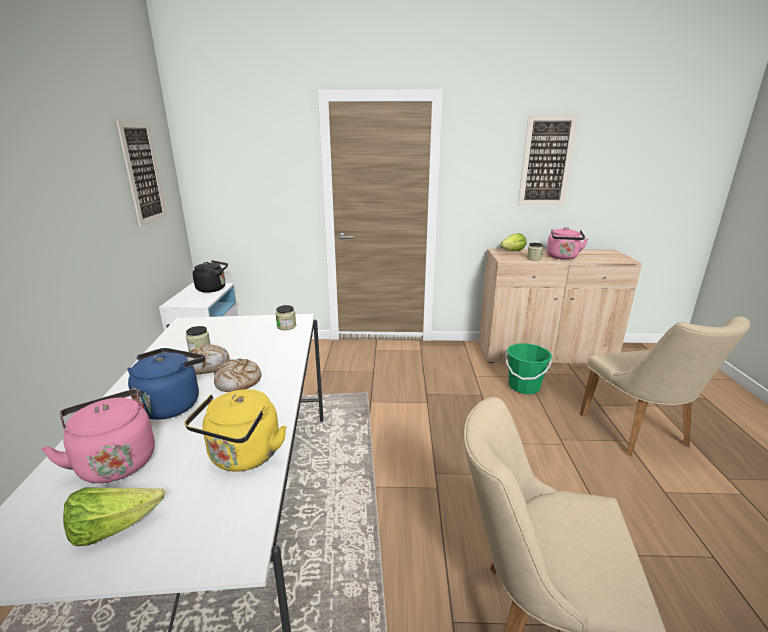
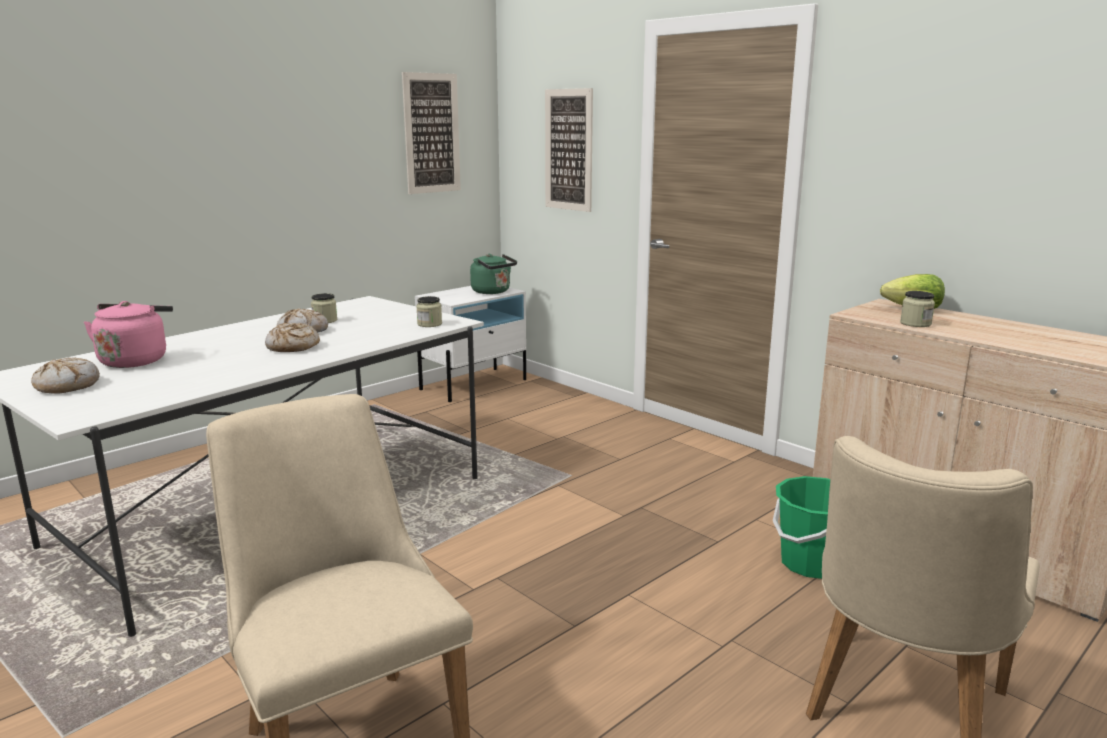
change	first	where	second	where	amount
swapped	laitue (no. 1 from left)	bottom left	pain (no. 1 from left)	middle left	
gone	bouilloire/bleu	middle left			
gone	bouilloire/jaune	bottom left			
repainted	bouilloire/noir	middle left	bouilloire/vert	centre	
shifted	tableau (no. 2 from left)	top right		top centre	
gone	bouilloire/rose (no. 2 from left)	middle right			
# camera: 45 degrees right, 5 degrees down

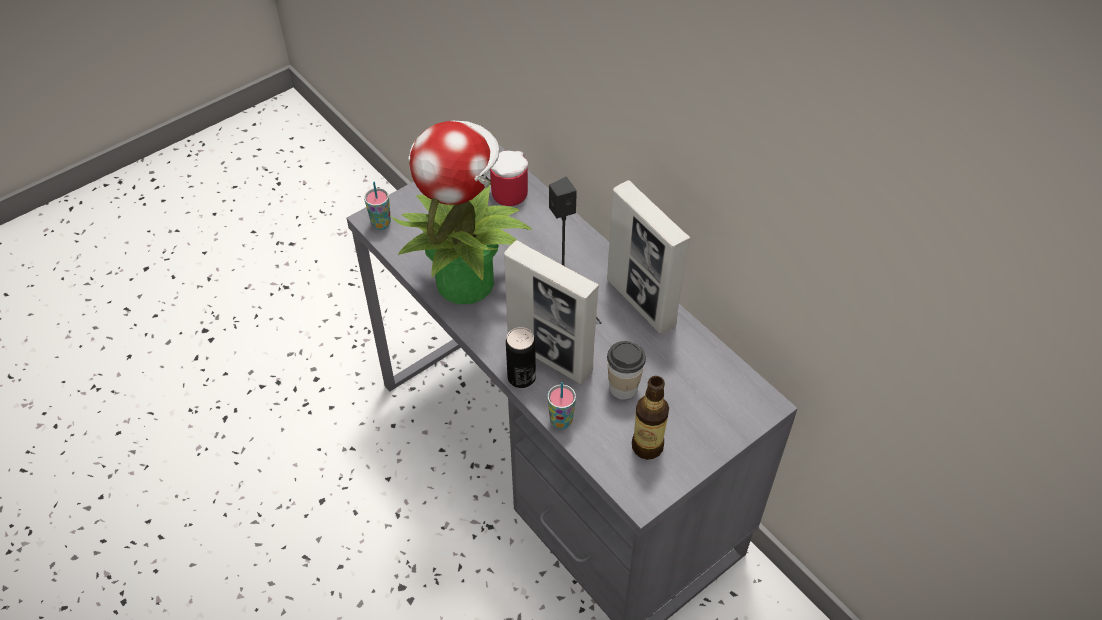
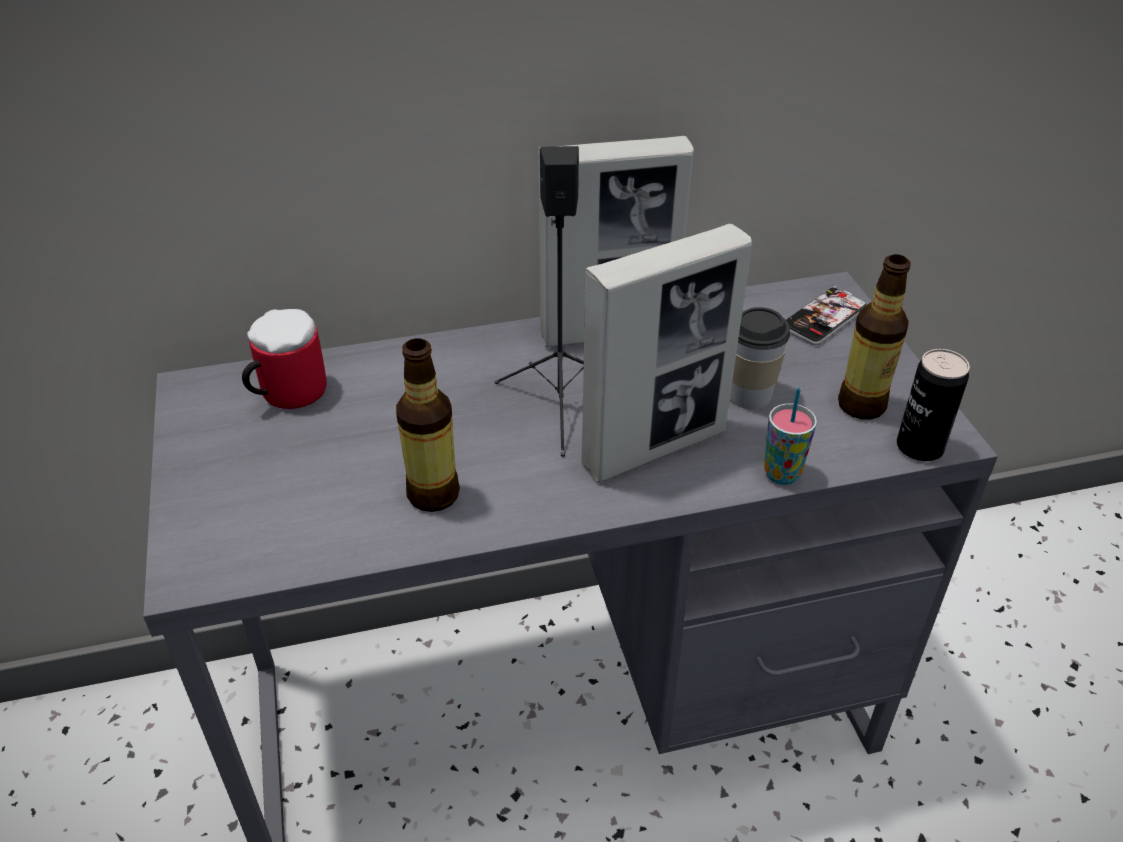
change	first	where	second	where	amount
gone	tasse (no. 1 from left)	top centre			
swapped	plante en pot	centre	bouteille (no. 1 from left)	centre	
shifted	boîte métallique	centre		middle right	
new			téléphone	middle right	
# camera: 65 degrees left, 10 degrees down

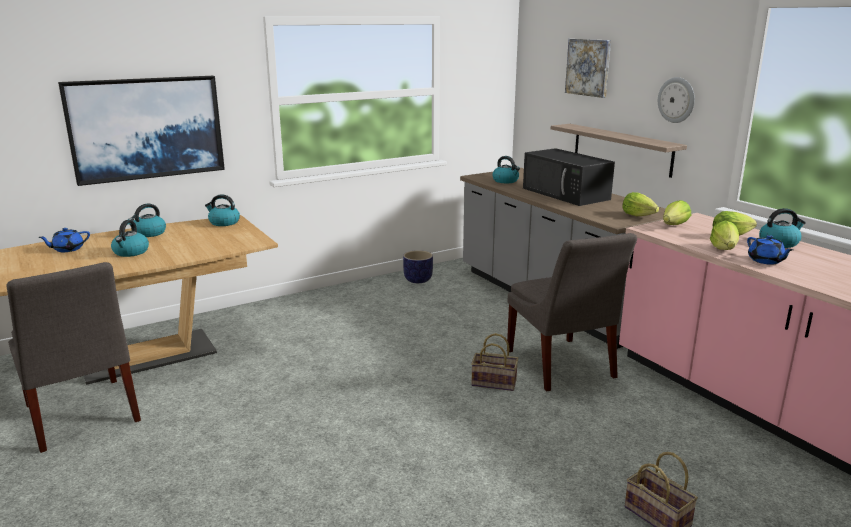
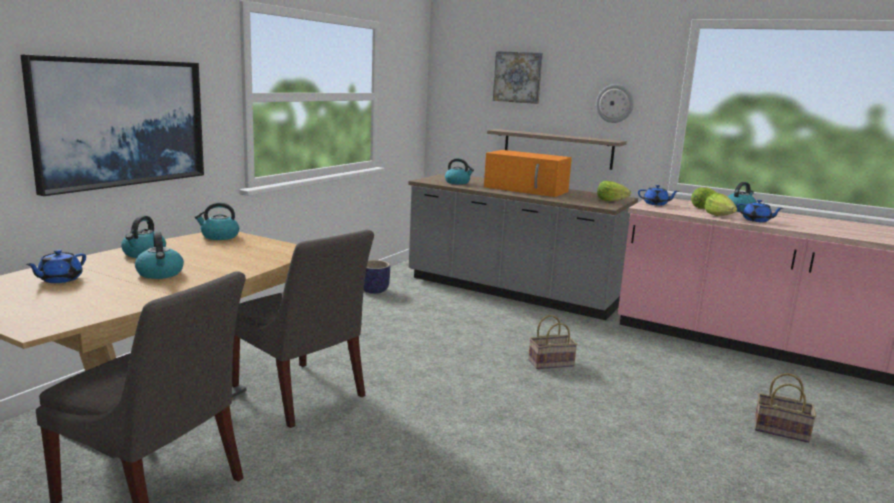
change	first	where	second	where	amount
shifted	chaise/gris (no. 2 from left)	middle right		centre	
repainted	micro-ondes/noir	middle right	micro-ondes/orange	centre	
swapped	laitue (no. 2 from left)	middle right	théière/bleu (no. 2 from left)	middle right	
# camera: 30 degrees left, 5 degrees down

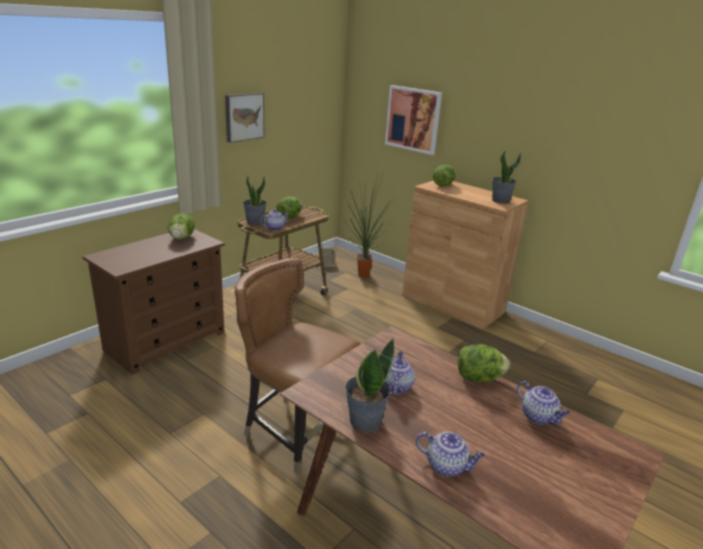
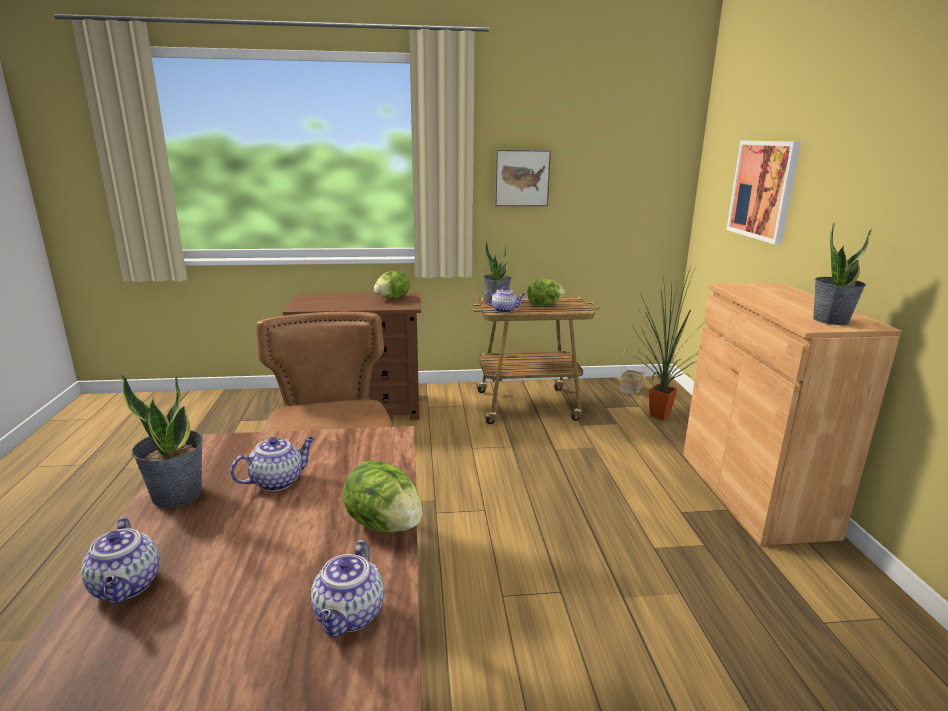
change	first	where	second	where	amount
gone	laitue (no. 3 from left)	top centre			
# camera: 45 degrees right, 5 degrees down

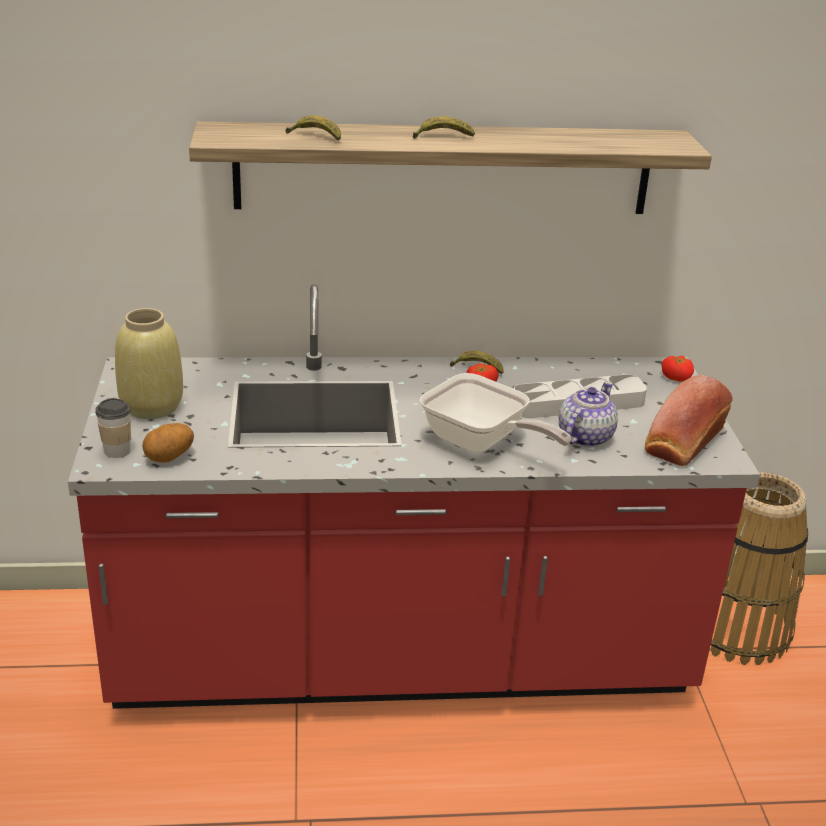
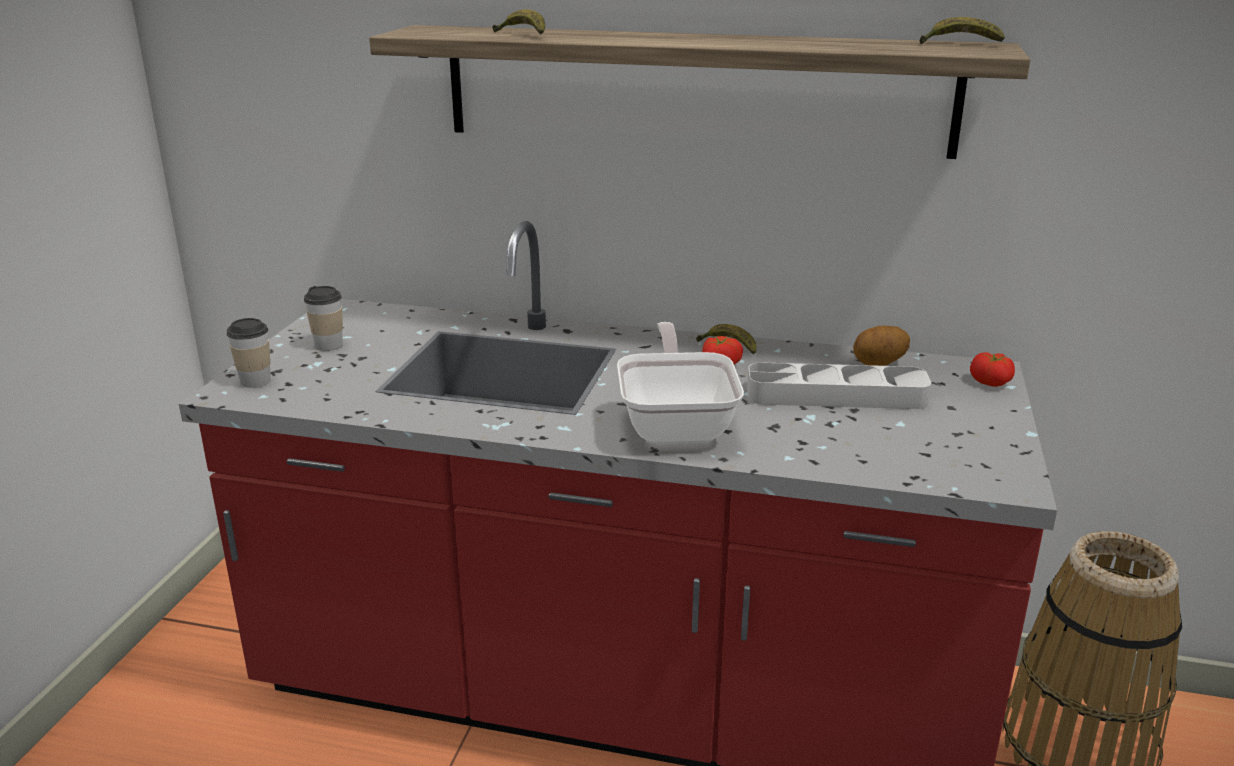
change	first	where	second	where	amount
swapped	vase/beige	middle left	tasse (no. 2 from left)	middle left	
shifted	pomme de terre	middle left		middle right	
shifted	banane (no. 2 from left in the first image)	top centre	banane (no. 3 from left)	top right	
rotated	poêle	centre		centre	150 degrees counterclockwise
gone	théière	middle right			
gone	pain	middle right			
# camera: 20 degrees right, 5 degrees down

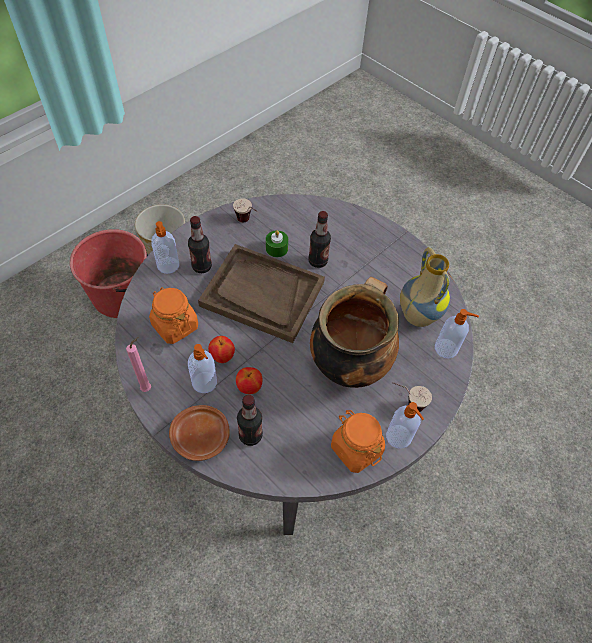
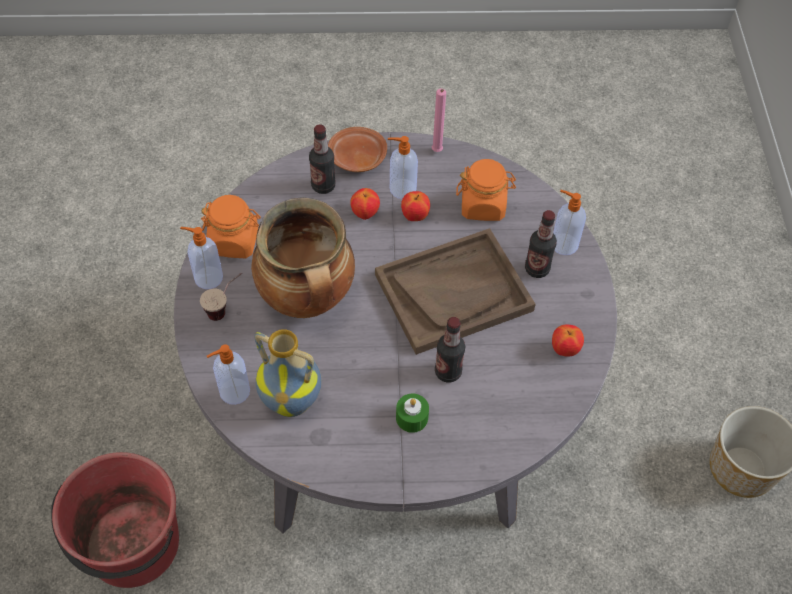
change	first	where	second	where	amount
shifted	seau/rouge	middle left		bottom left	
swapped	tasse (no. 1 from left)	top centre	pomme (no. 3 from left)	middle right	
shifted	bougie/vert	centre		bottom centre	
# camera: 135 degrees right, 0 degrees up

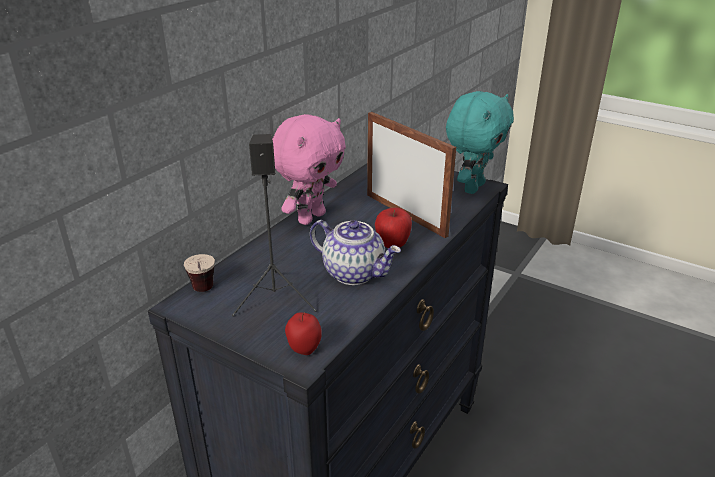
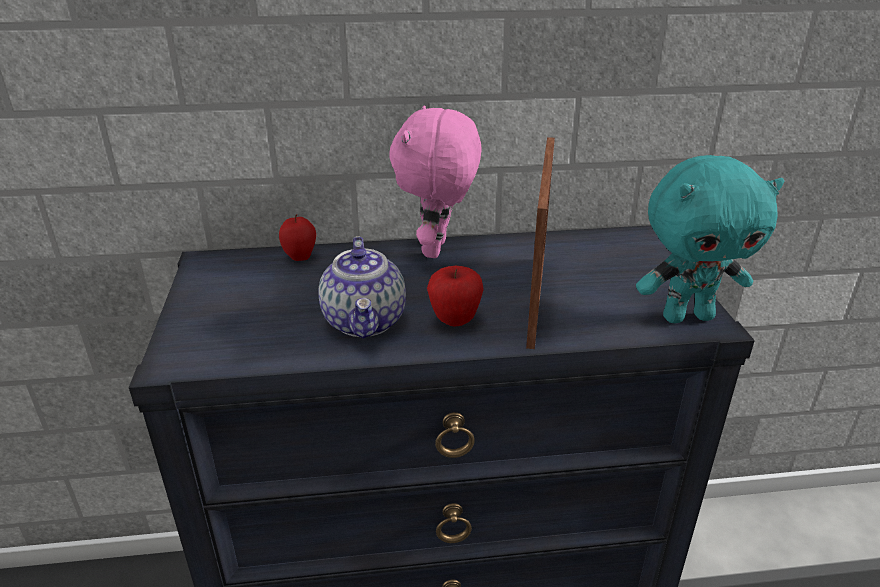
change	first	where	second	where	amount
gone	tasse	middle left			
gone	enceinte/noir	centre			
rotated	peluche/rose	centre		top centre	105 degrees clockwise
shifted	pomme (no. 1 from left)	bottom centre		centre	
# camera: 50 degrees right, 0 degrees up

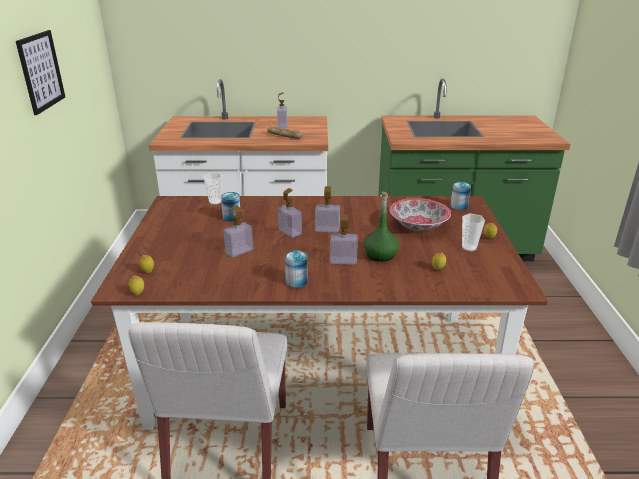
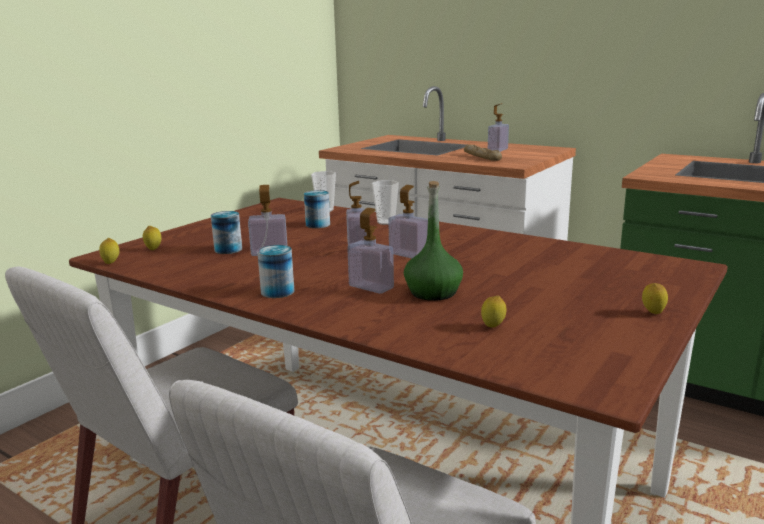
change	first	where	second	where	amount
gone	tableau	top left			
gone	bol	centre			
shifted	boîte métallique (no. 3 from left in the first image)	middle right	boîte métallique (no. 1 from left)	middle left	
shifted	tasse (no. 2 from left)	middle right		centre	
# camera: 35 degrees right, 10 degrees down

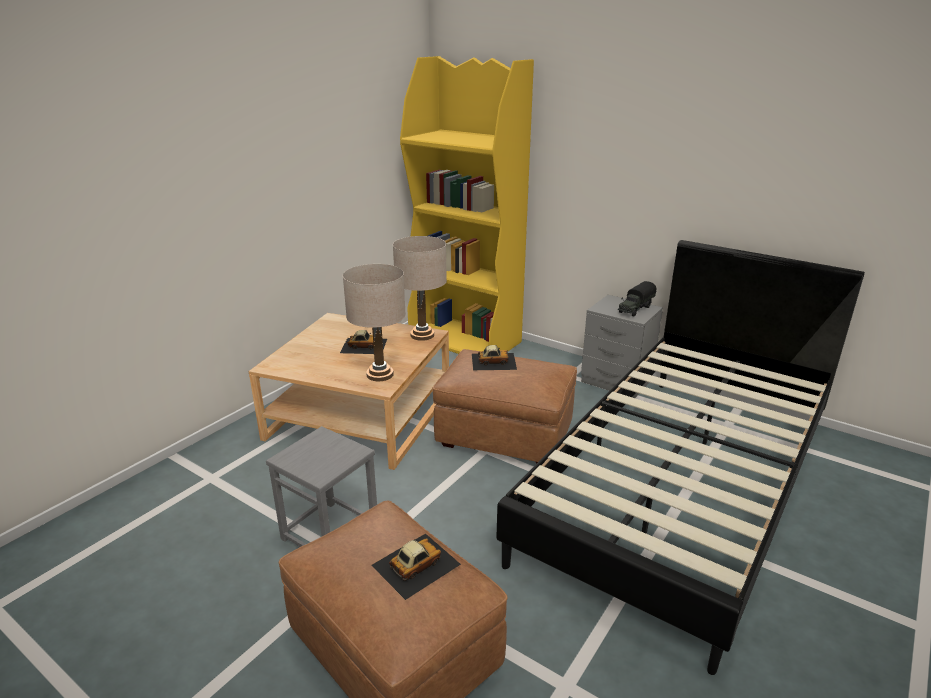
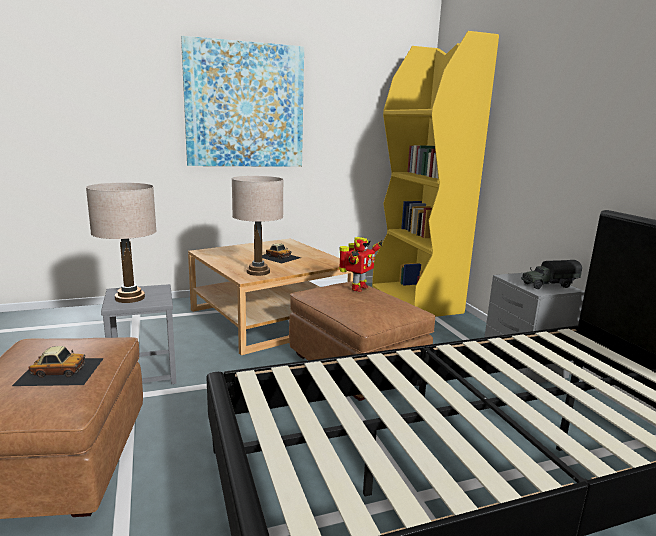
change	first	where	second	where	amount
shifted	lampe de table/beige (no. 2 from left in the first image)	centre	lampe de table/beige (no. 1 from left)	middle left	
swapped	petite voiture (no. 3 from left)	centre	robot jouet	centre	
new			tableau	top centre	
# camera: 35 degrees right, 10 degrees down

